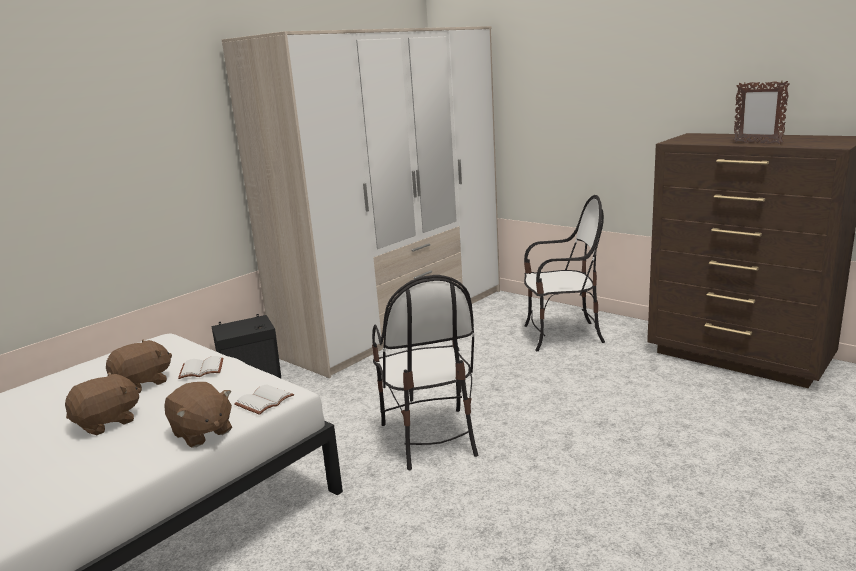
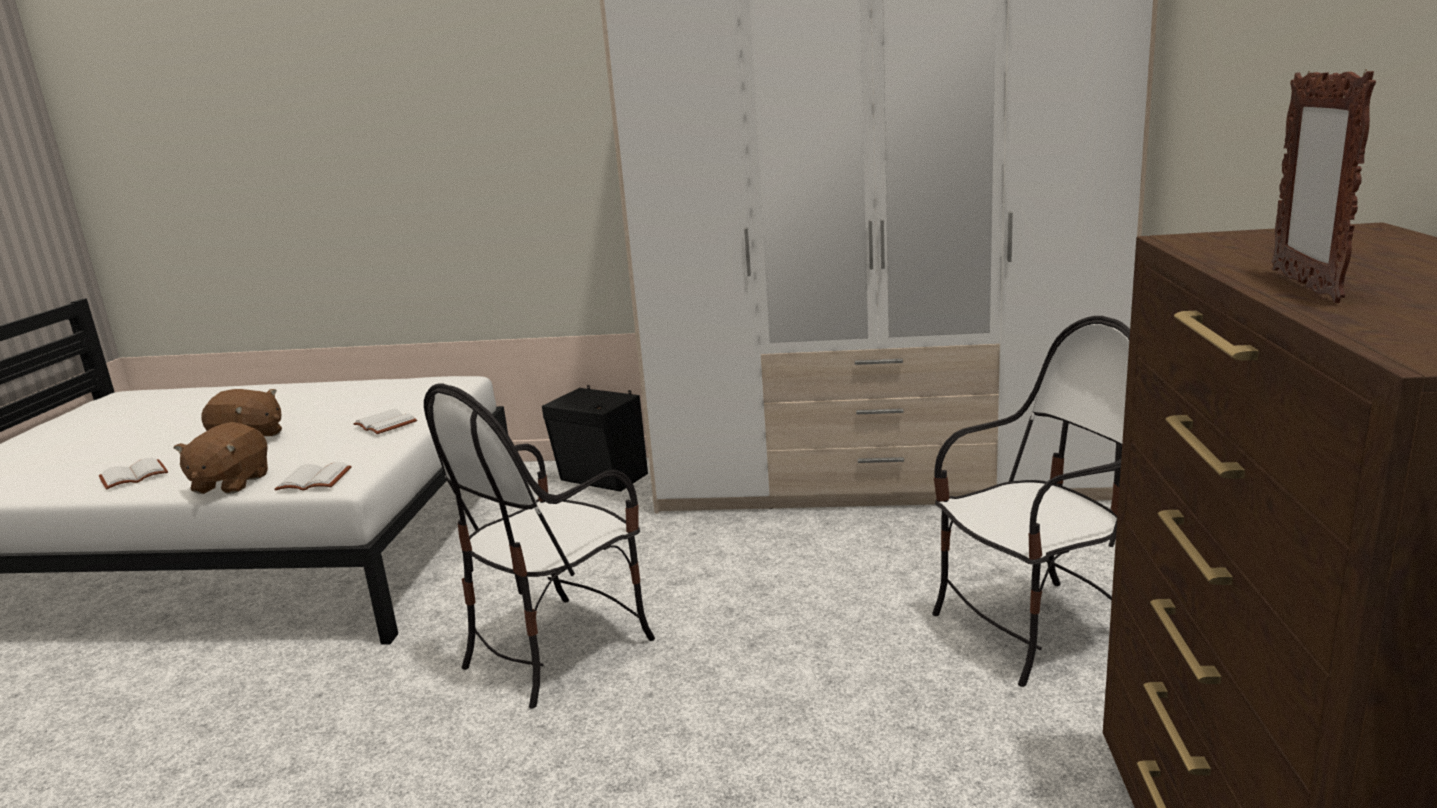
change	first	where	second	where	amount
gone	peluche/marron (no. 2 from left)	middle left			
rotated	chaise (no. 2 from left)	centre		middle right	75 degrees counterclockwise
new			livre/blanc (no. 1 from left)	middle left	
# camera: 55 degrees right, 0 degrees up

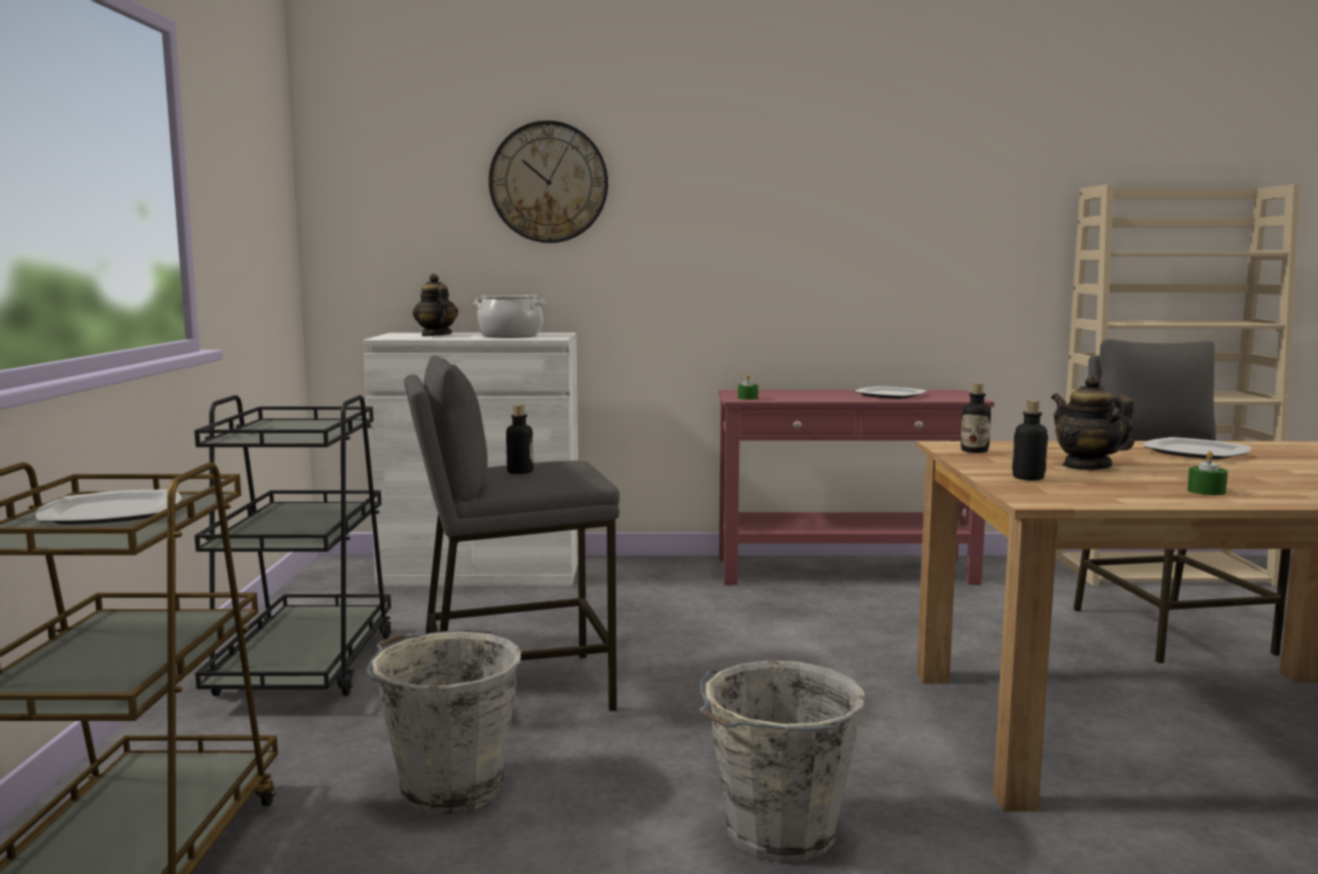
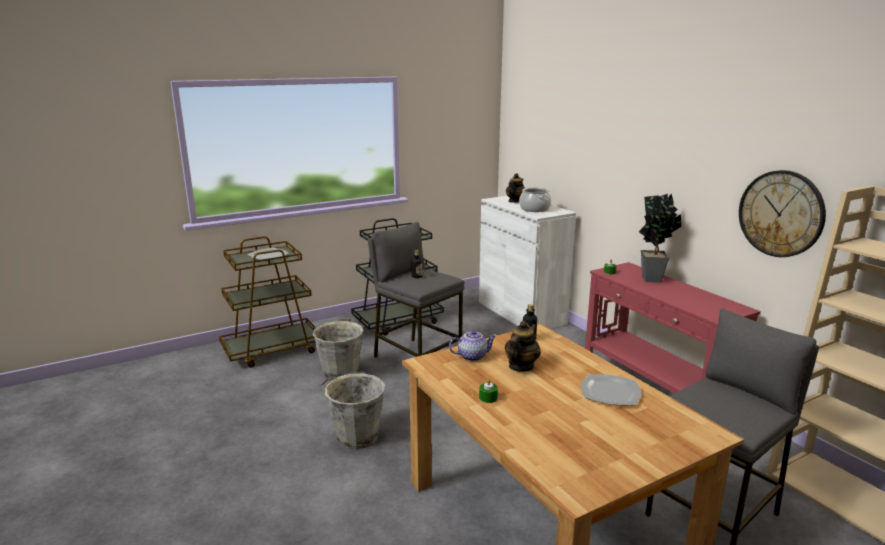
change	first	where	second	where	amount
shifted	horloge murale	top centre		middle right	
gone	assiette (no. 2 from left)	middle right			
swapped	bouteille (no. 3 from left)	middle right	théière (no. 1 from left)	centre	
new			plante en pot	middle right	
# camera: 60 degrees right, 10 degrees up

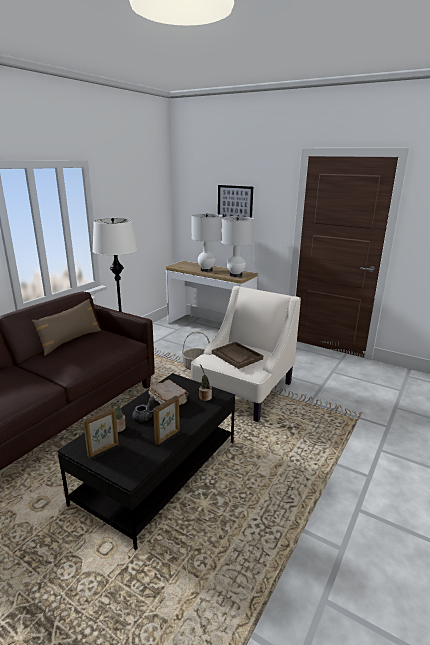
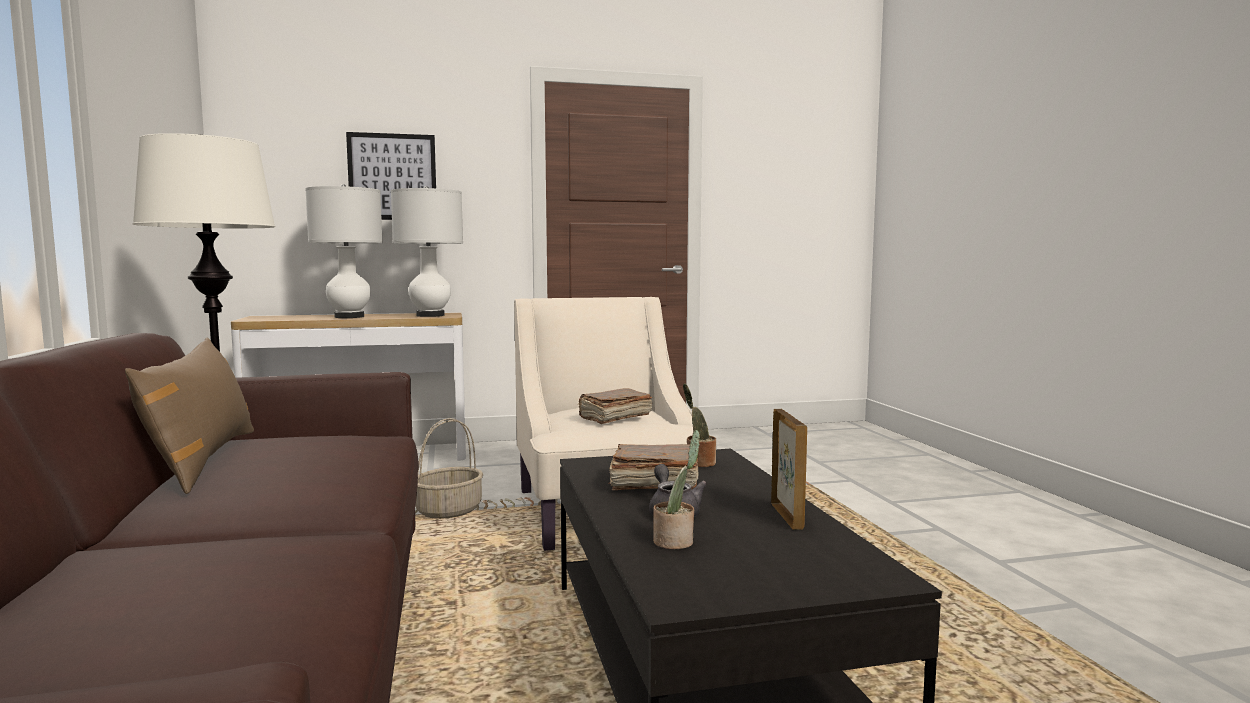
change	first	where	second	where	amount
gone	cadre photo (no. 1 from left)	bottom left			
swapped	plateau/marron	centre	livre/marron (no. 1 from left)	centre	
# camera: 45 degrees left, 15 degrees down

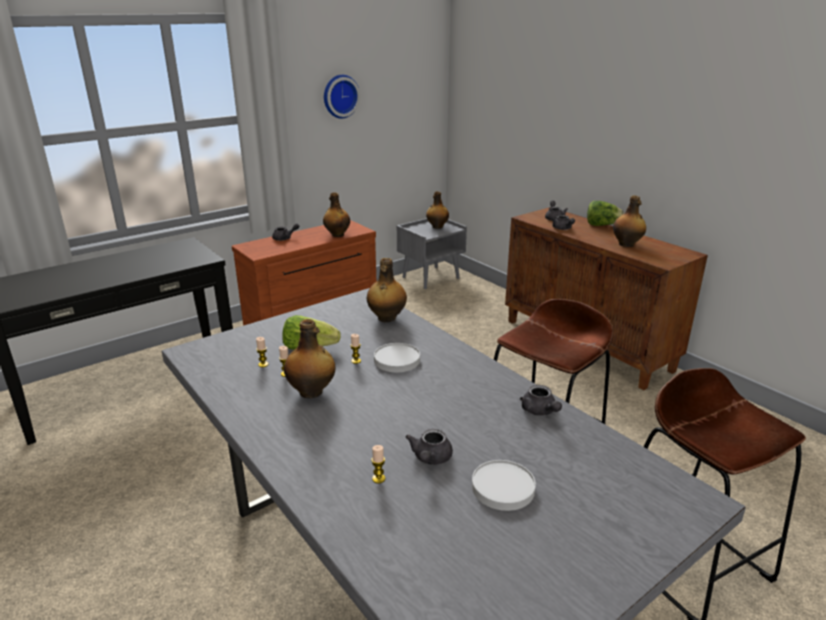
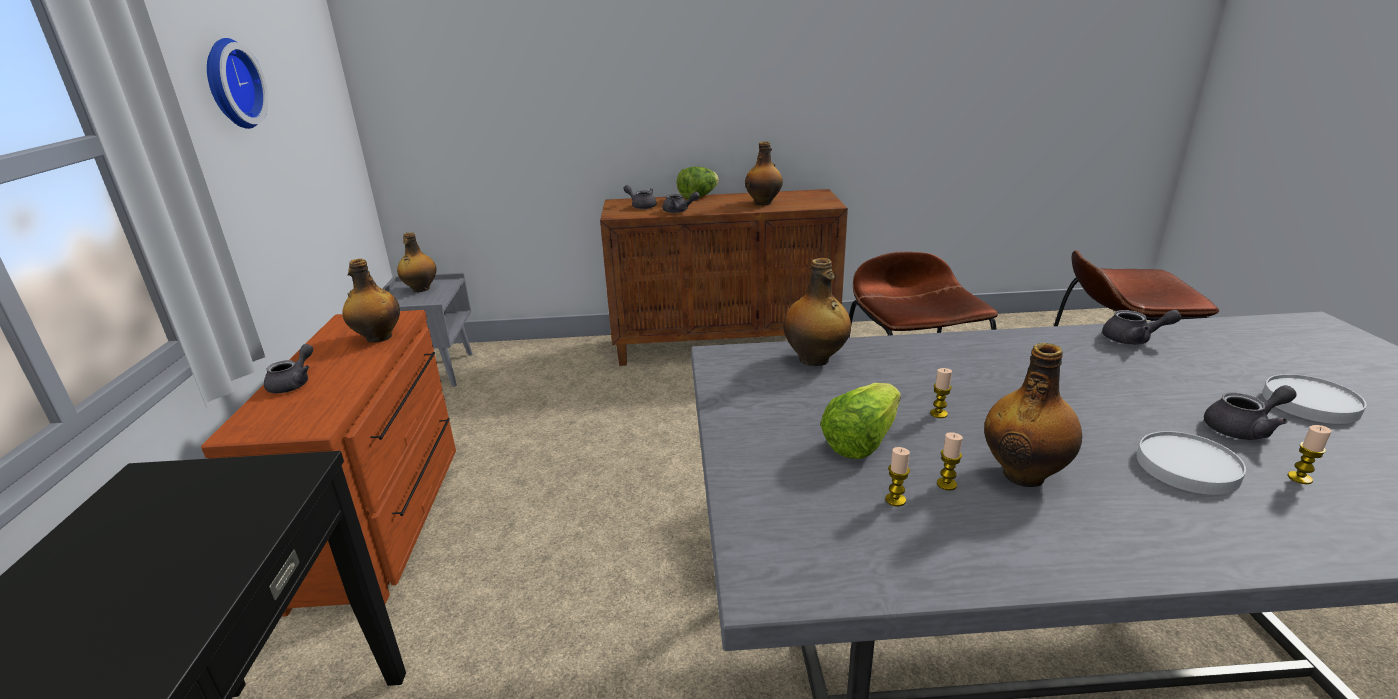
change	first	where	second	where	amount
shifted	assiette/blanc (no. 1 from left)	centre		middle right	
rotated	théière/gris (no. 2 from left in the first image)	bottom centre	théière/gris (no. 5 from left)	middle right	60 degrees counterclockwise
# camera: 55 degrees left, 0 degrees up

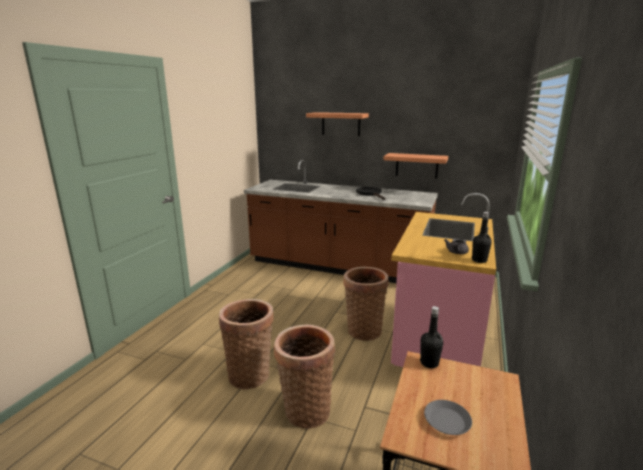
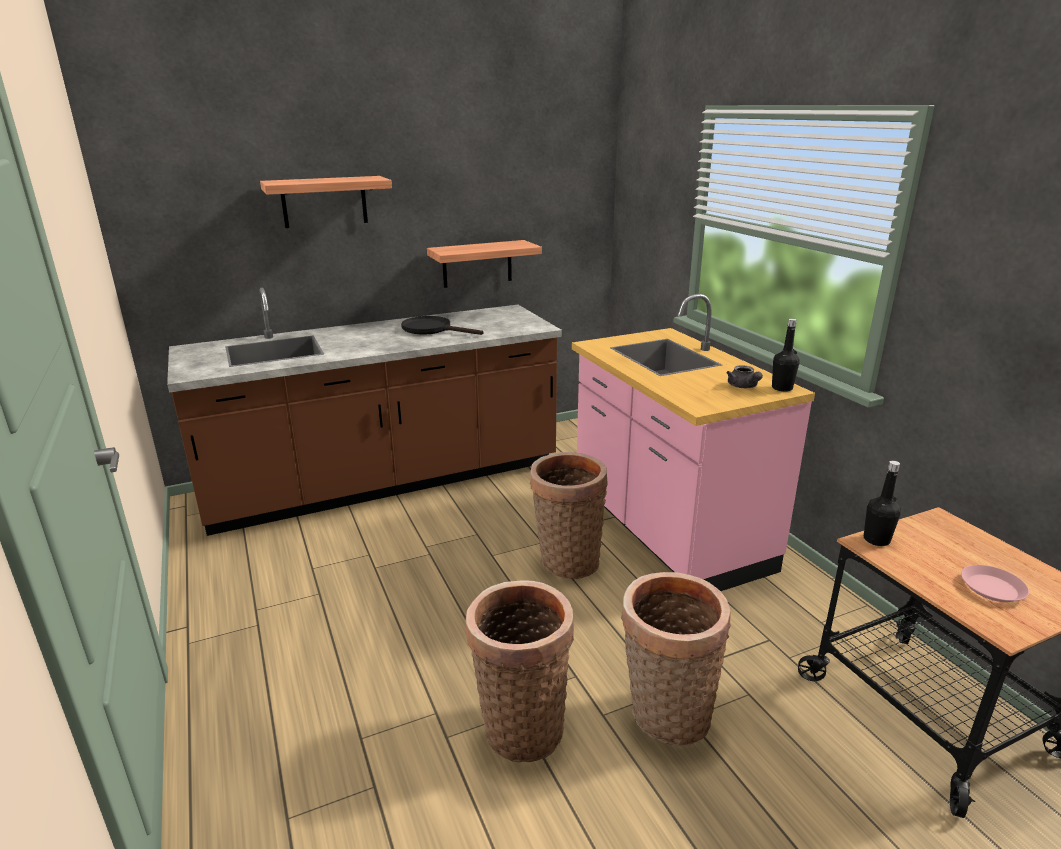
change	first	where	second	where	amount
repainted	assiette/gris	bottom right	assiette/rose	bottom right	
# camera: 45 degrees left, 5 degrees up

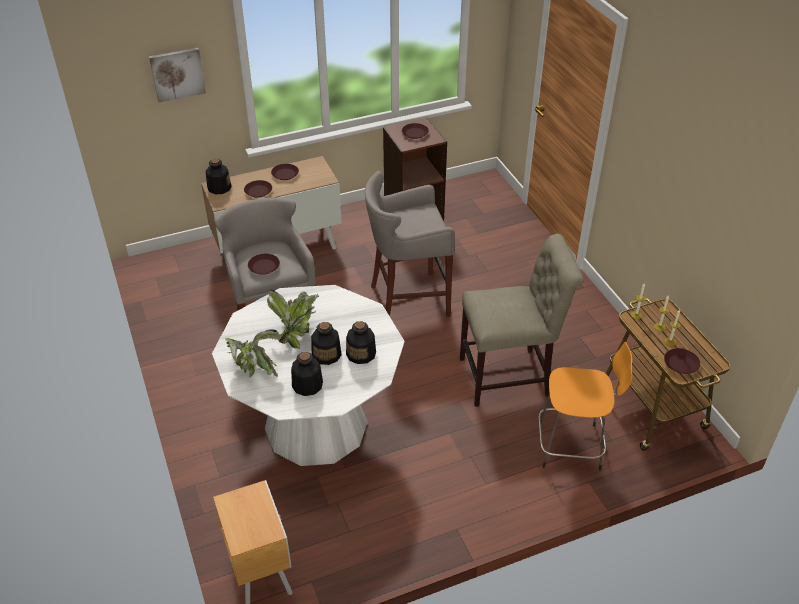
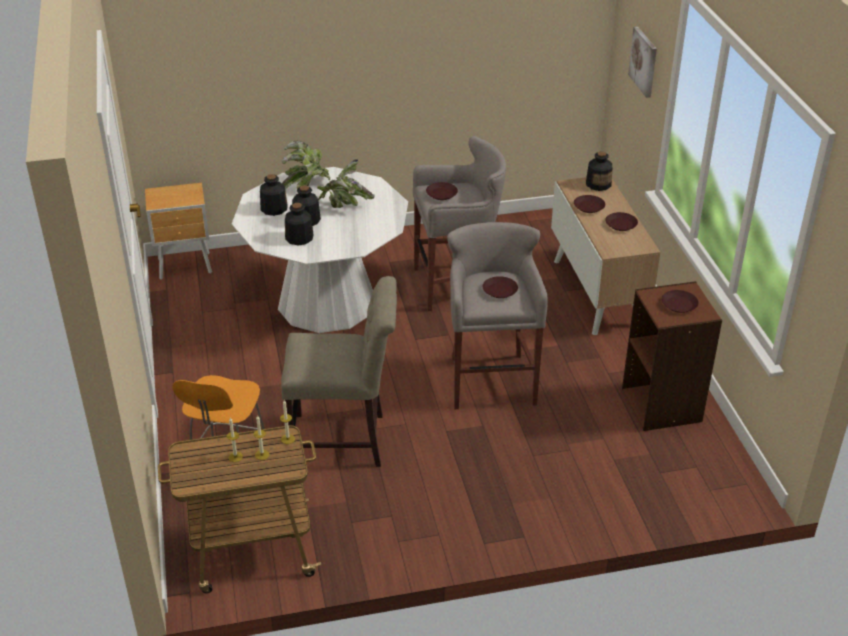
change	first	where	second	where	amount
rotated	chaise/beige	centre		centre	90 degrees counterclockwise
shifted	assiette/marron (no. 5 from left in the first image)	middle right	assiette/marron (no. 2 from left)	centre	
# camera: 100 degrees right, 5 degrees down

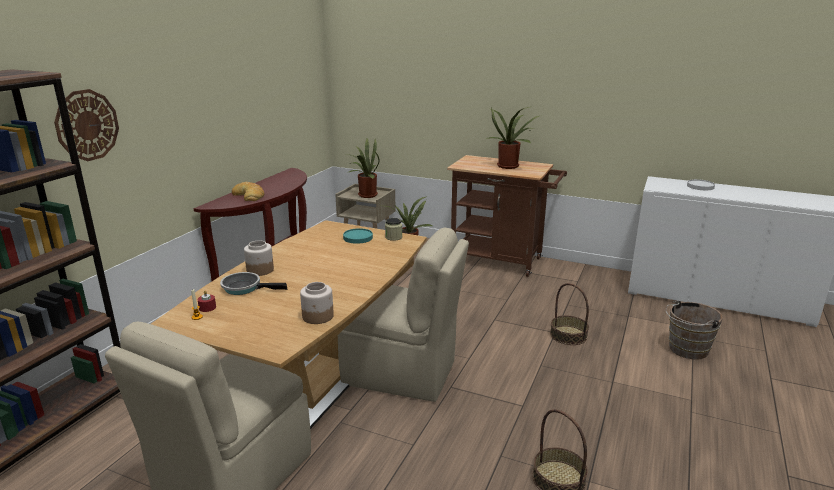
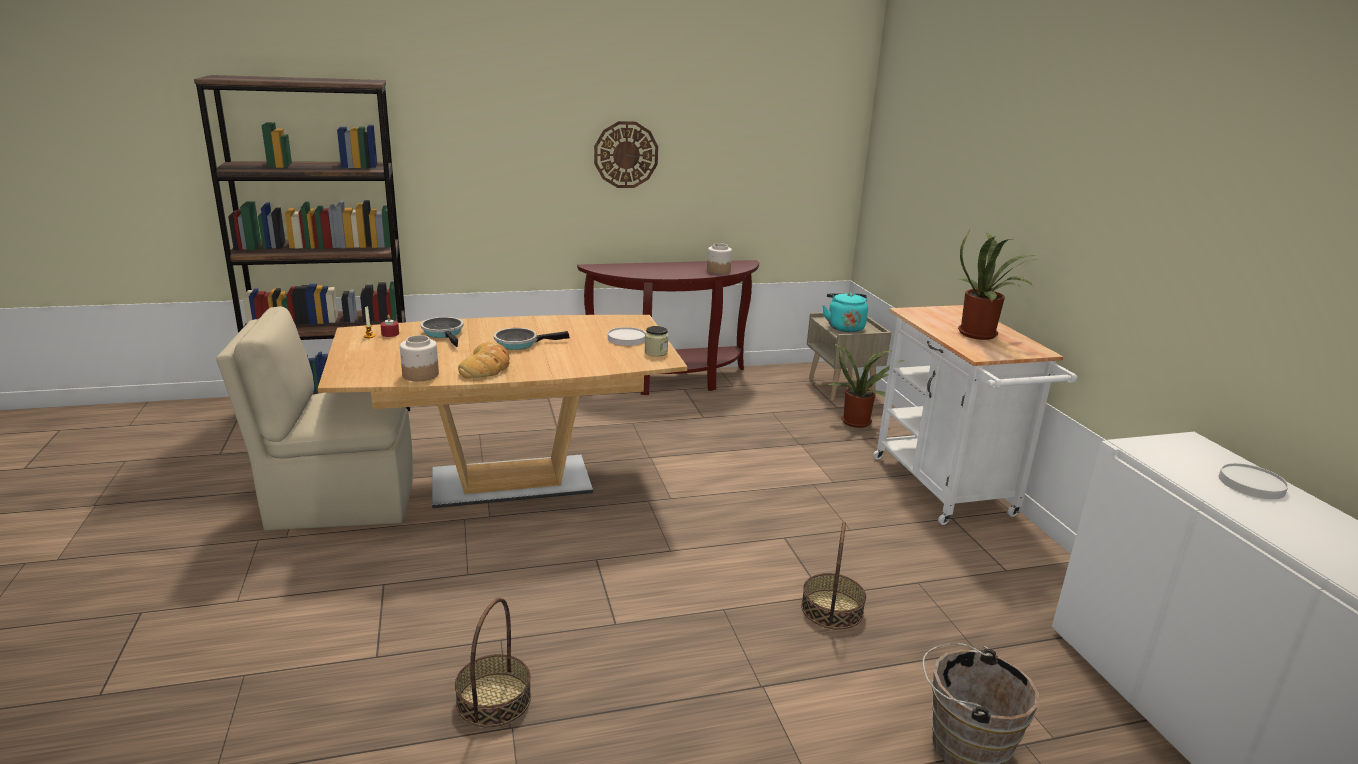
change	first	where	second	where	amount
shifted	horloge murale	top left		top centre	
shifted	pain	middle left		centre	
shifted	bocal (no. 1 from left in the first image)	middle left	bocal (no. 3 from left)	centre	
gone	chaise/beige (no. 2 from left)	centre			
repainted	assiette/turquoise	centre	assiette/blanc (no. 1 from left)	centre	
swapped	plante en pot (no. 1 from left)	centre	bouilloire/turquoise	centre	
repainted	chariot/marron	centre	chariot/blanc	middle right	
new			poêle (no. 2 from left)	centre	
# camera: 50 degrees right, 0 degrees up

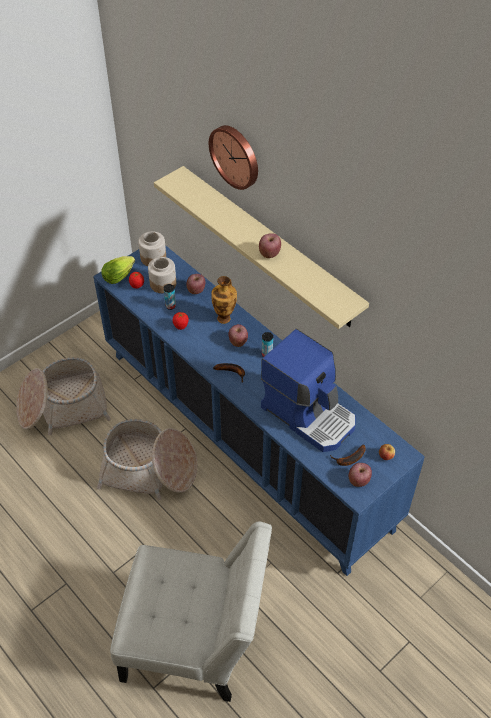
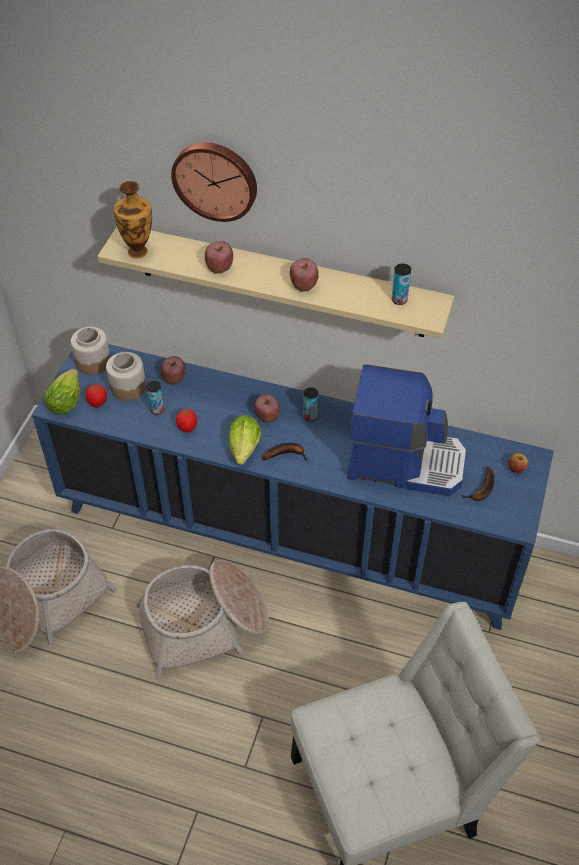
change	first	where	second	where	amount
shifted	vase	centre		top left	
shifted	pomme (no. 4 from left in the first image)	middle right	pomme (no. 2 from left)	top centre	
new			laitue (no. 2 from left)	centre	
new			boîte métallique (no. 3 from left)	top right	
# camera: 30 degrees left, 0 degrees up

